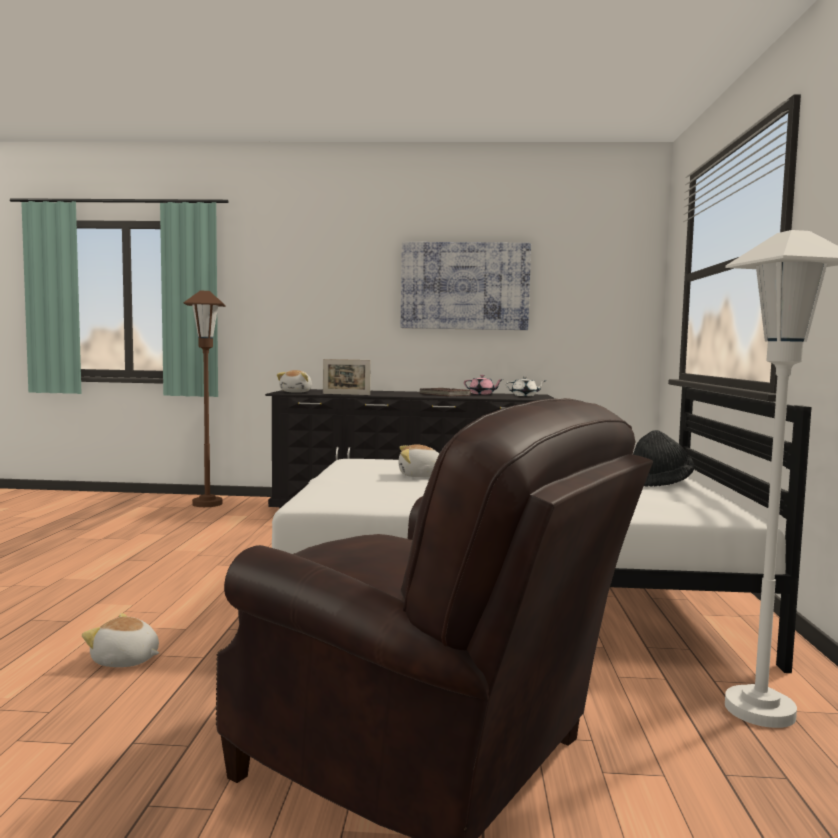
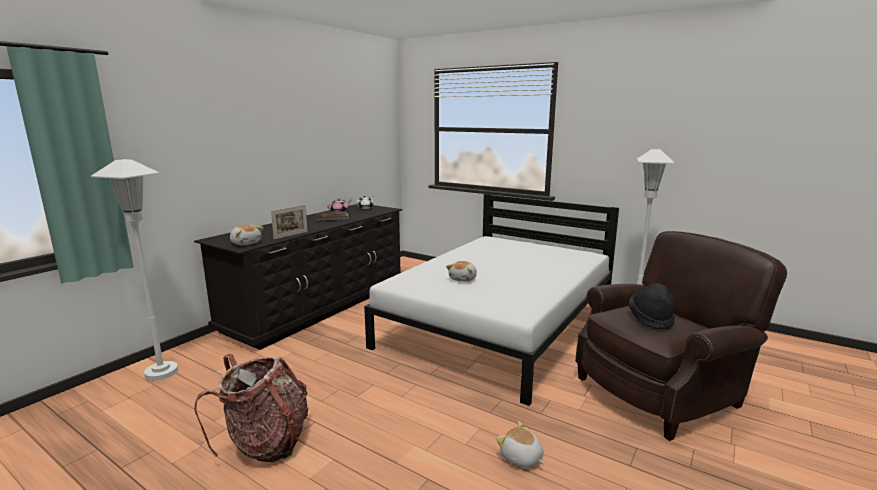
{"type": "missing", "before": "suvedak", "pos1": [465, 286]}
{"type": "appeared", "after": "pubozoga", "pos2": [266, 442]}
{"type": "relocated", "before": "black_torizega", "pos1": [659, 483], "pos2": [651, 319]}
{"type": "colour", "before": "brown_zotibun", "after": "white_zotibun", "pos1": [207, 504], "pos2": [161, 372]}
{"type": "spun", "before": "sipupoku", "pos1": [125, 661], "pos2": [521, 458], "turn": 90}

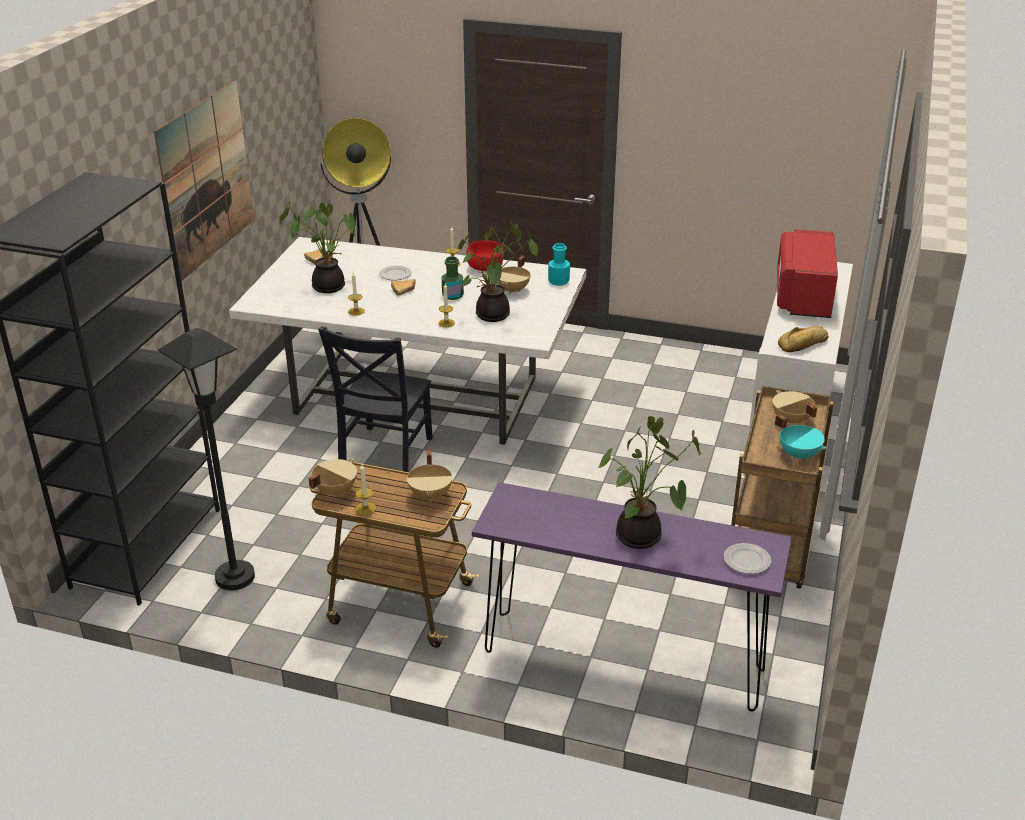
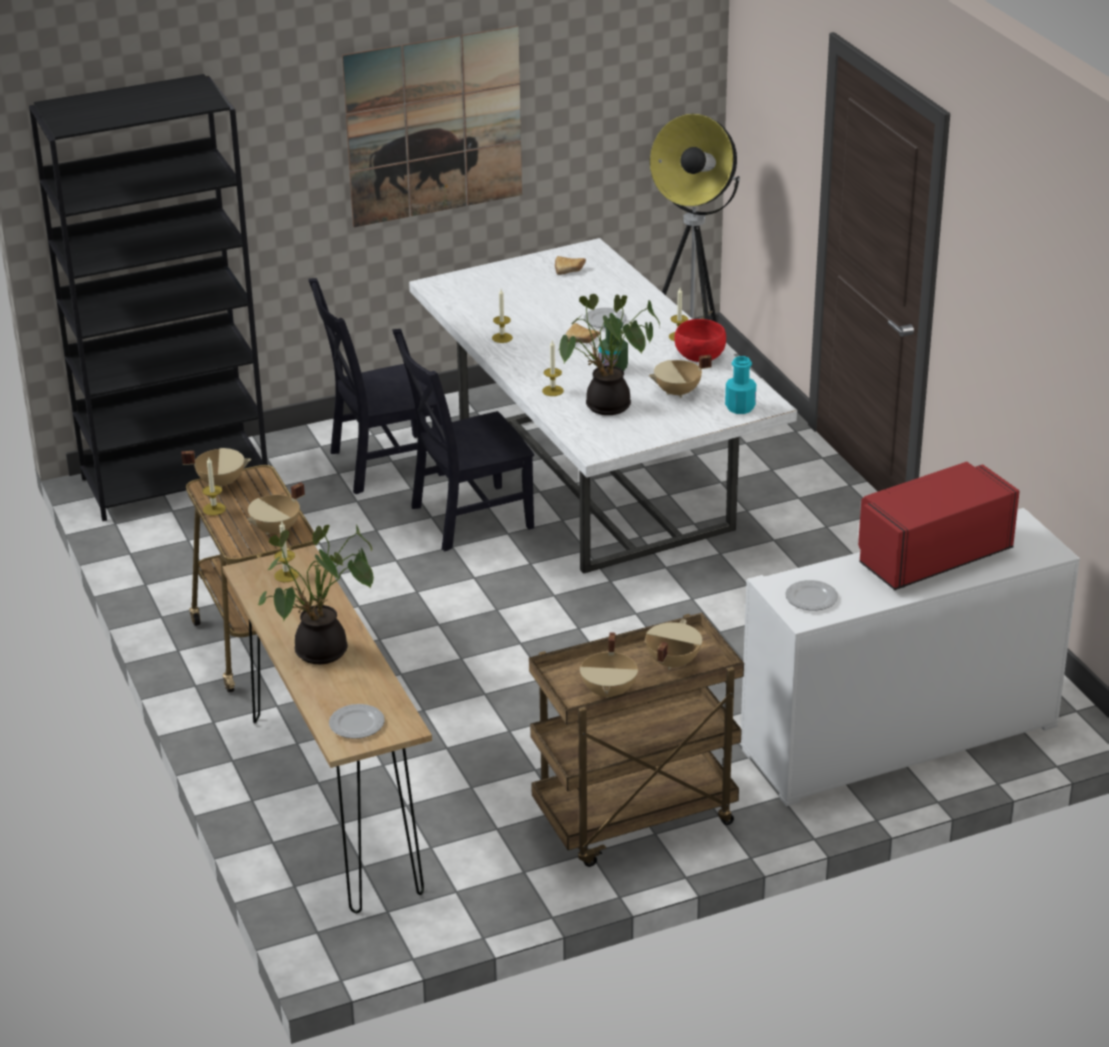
{"type": "missing", "before": "black_zotibun", "pos1": [235, 577]}
{"type": "missing", "before": "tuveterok", "pos1": [328, 285]}
{"type": "appeared", "after": "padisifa", "pos2": [286, 575]}
{"type": "appeared", "after": "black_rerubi", "pos2": [381, 464]}
{"type": "exchanged", "before": "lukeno", "after": "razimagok", "pos1": [804, 344], "pos2": [811, 598]}
{"type": "colour", "before": "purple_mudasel", "after": "brown_mudasel", "pos1": [622, 661], "pos2": [334, 803]}
{"type": "colour", "before": "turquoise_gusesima", "after": "beige_gusesima", "pos1": [799, 454], "pos2": [610, 691]}

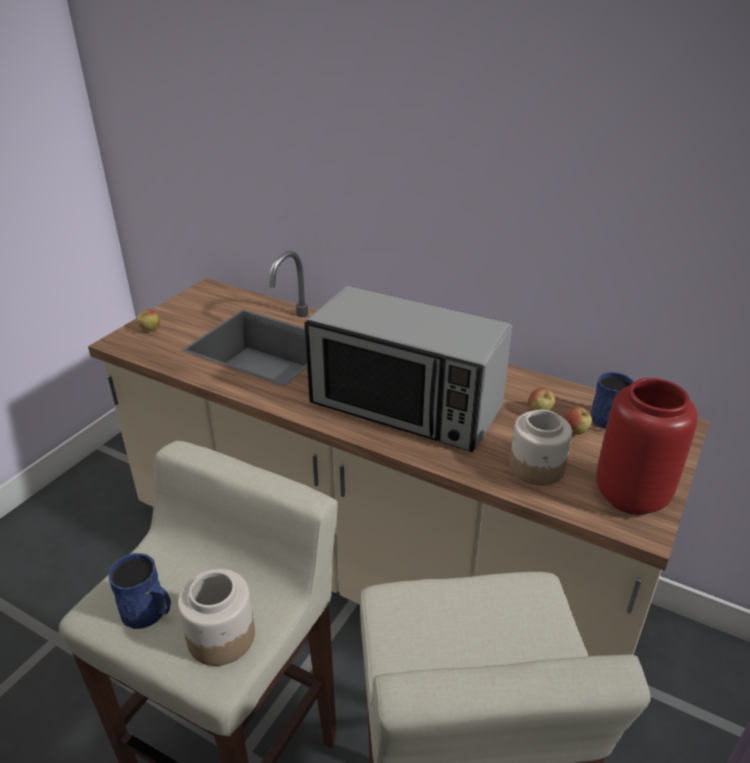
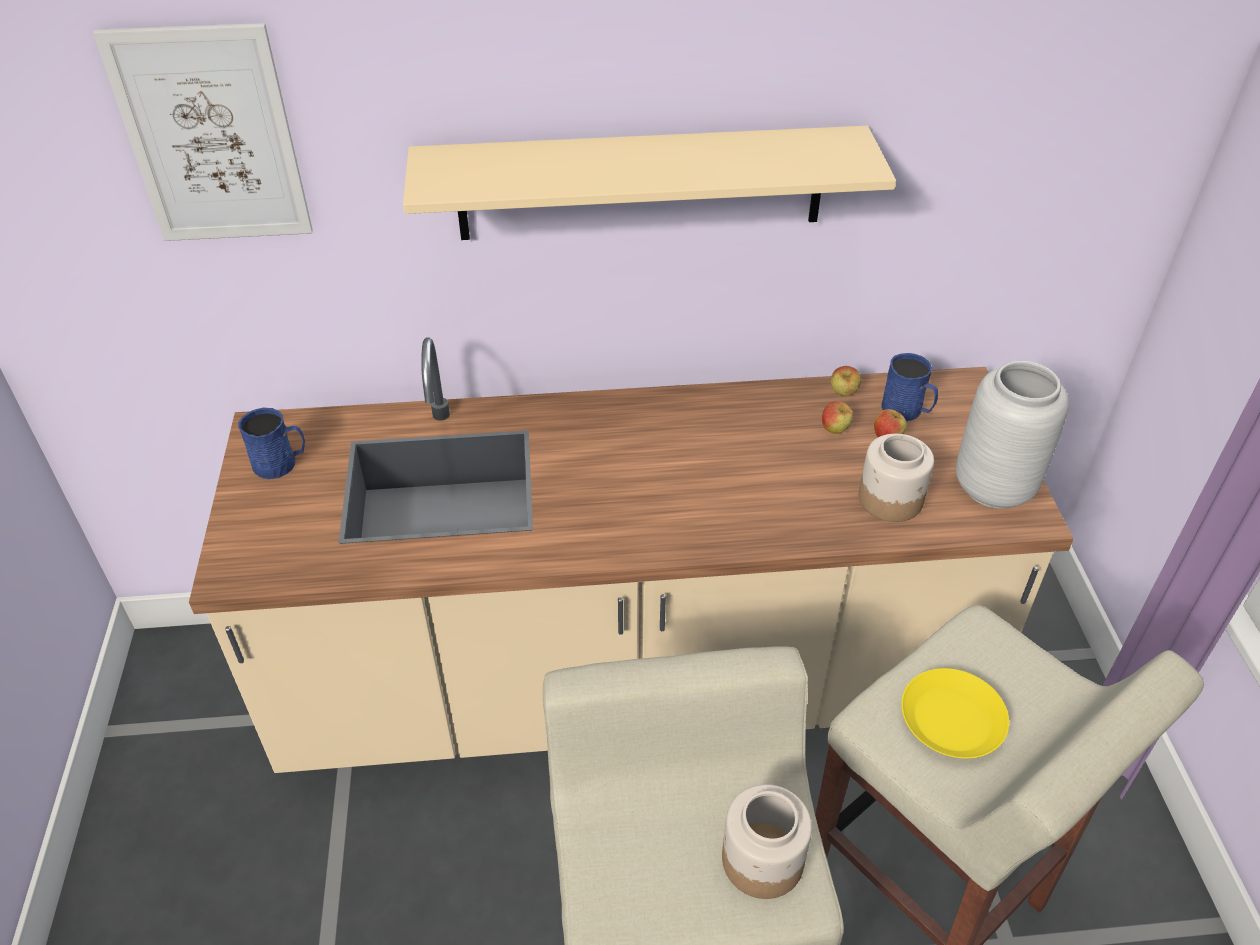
{"type": "missing", "before": "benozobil", "pos1": [405, 406]}
{"type": "appeared", "after": "suvedak", "pos2": [212, 137]}
{"type": "appeared", "after": "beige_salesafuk", "pos2": [641, 183]}
{"type": "appeared", "after": "yellow_razimagok", "pos2": [951, 718]}
{"type": "relocated", "before": "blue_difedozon", "pos1": [149, 612], "pos2": [281, 463]}
{"type": "relocated", "before": "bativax", "pos1": [150, 330], "pos2": [843, 394]}
{"type": "colour", "before": "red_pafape", "after": "grey_pafape", "pos1": [629, 495], "pos2": [991, 487]}

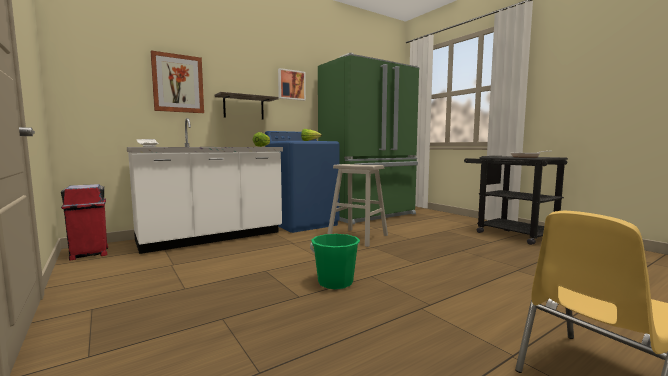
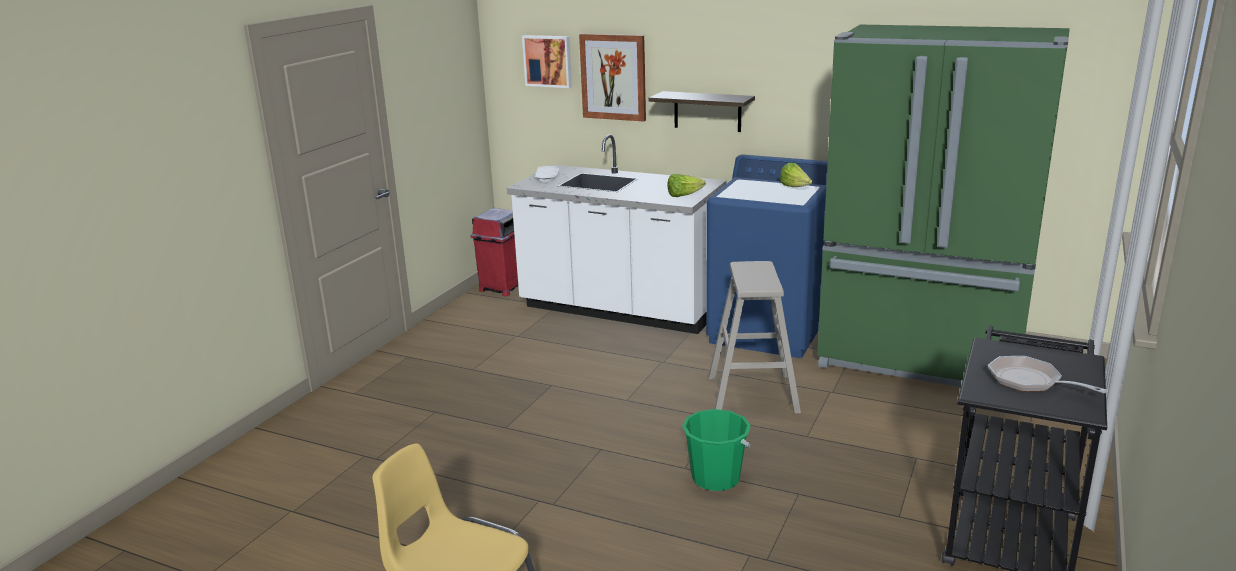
{"type": "relocated", "before": "suvedak", "pos1": [291, 85], "pos2": [548, 61]}
{"type": "relocated", "before": "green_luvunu", "pos1": [335, 282], "pos2": [716, 478]}

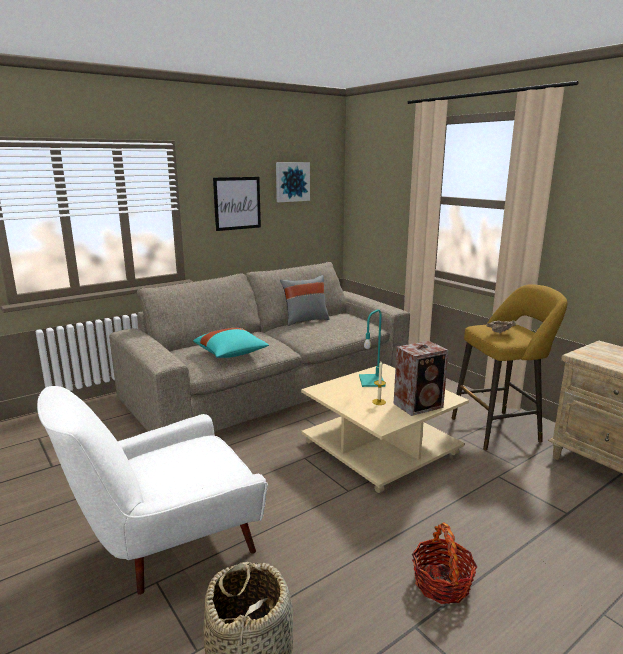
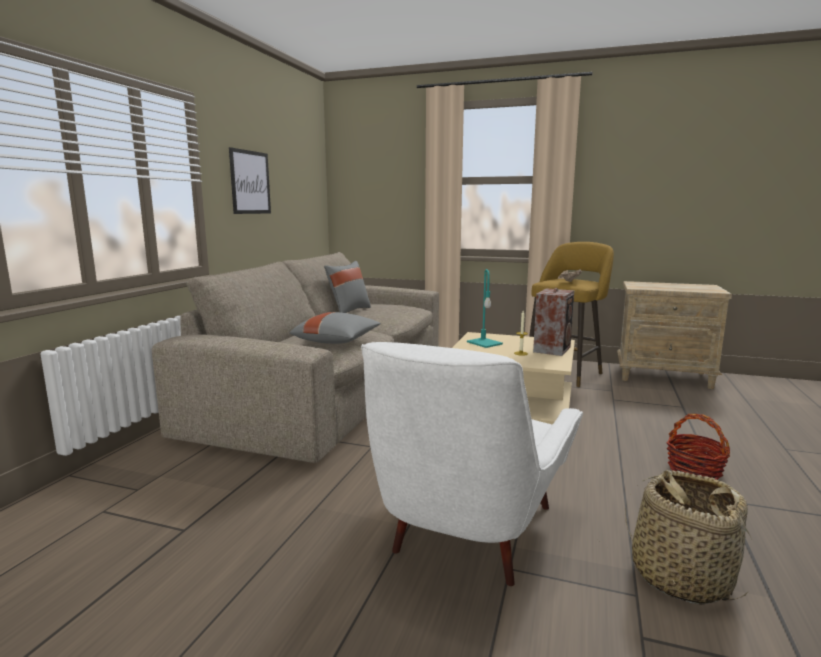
{"type": "missing", "before": "suvedak", "pos1": [292, 182]}
{"type": "colour", "before": "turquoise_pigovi", "after": "grey_pigovi", "pos1": [231, 354], "pos2": [337, 341]}

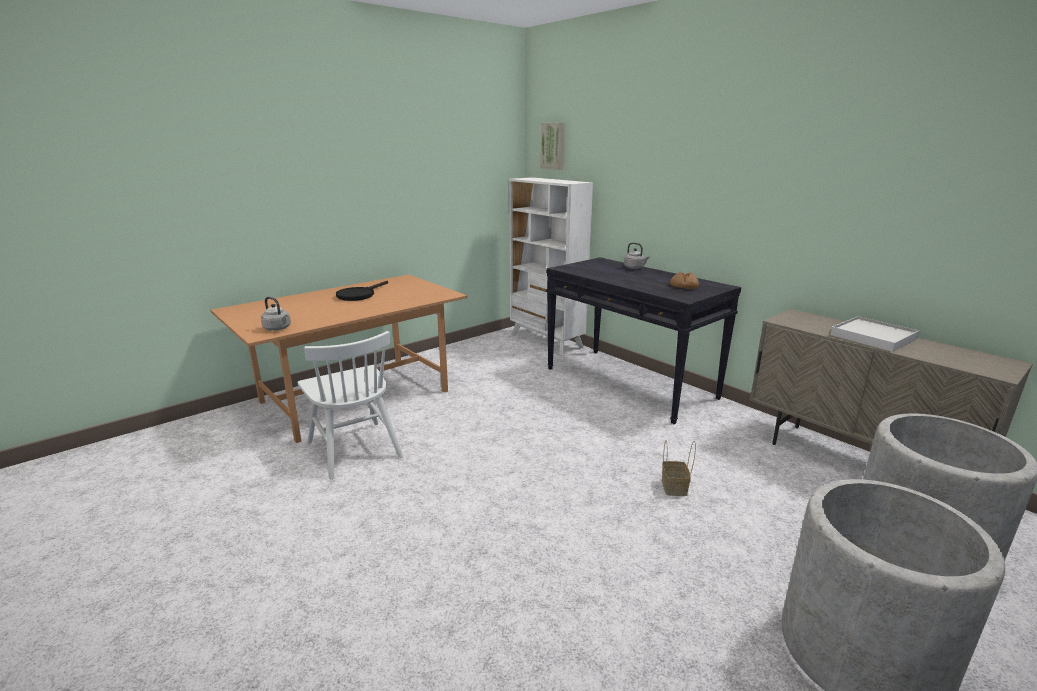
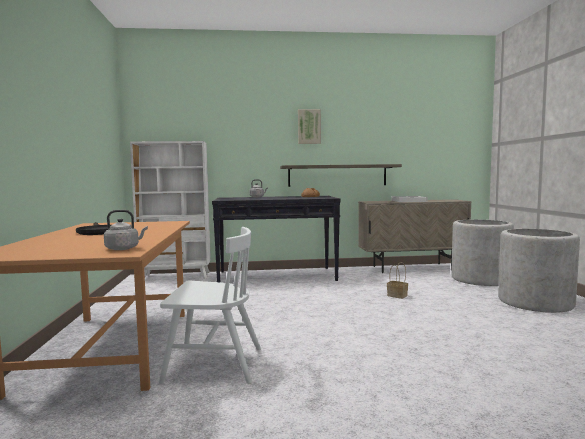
{"type": "appeared", "after": "salesafuk", "pos2": [337, 175]}
{"type": "relocated", "before": "suvedak", "pos1": [553, 146], "pos2": [309, 126]}

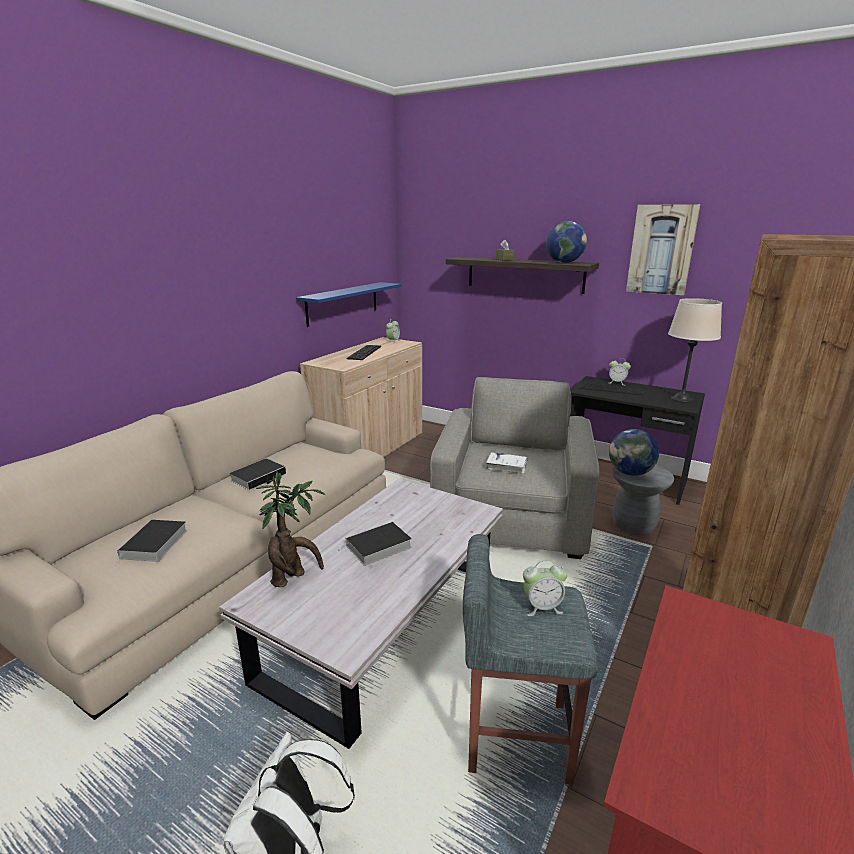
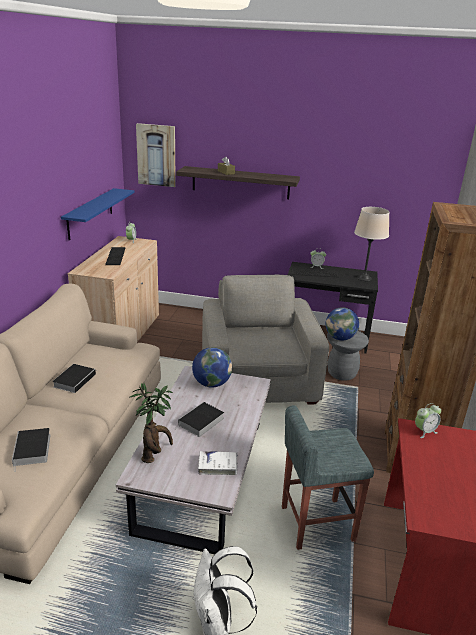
{"type": "relocated", "before": "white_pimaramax", "pos1": [506, 466], "pos2": [218, 466]}
{"type": "relocated", "before": "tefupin", "pos1": [542, 607], "pos2": [424, 431]}
{"type": "relocated", "before": "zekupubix", "pos1": [564, 262], "pos2": [211, 383]}
{"type": "relocated", "before": "suvedak", "pos1": [661, 250], "pos2": [156, 155]}

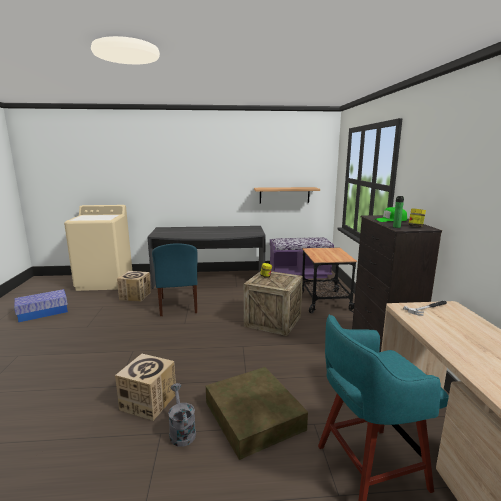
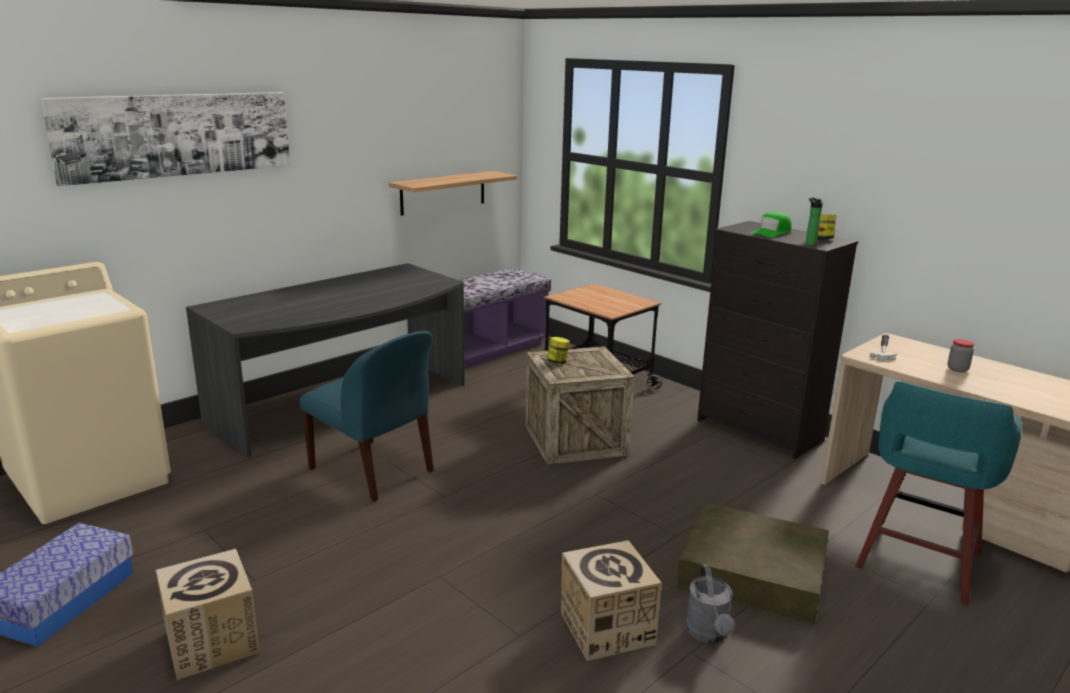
{"type": "appeared", "after": "suvedak", "pos2": [177, 135]}
{"type": "appeared", "after": "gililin", "pos2": [957, 369]}
{"type": "relocated", "before": "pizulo", "pos1": [135, 296], "pos2": [212, 642]}
{"type": "spun", "before": "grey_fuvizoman", "pos1": [181, 431], "pos2": [709, 634], "turn": -120}

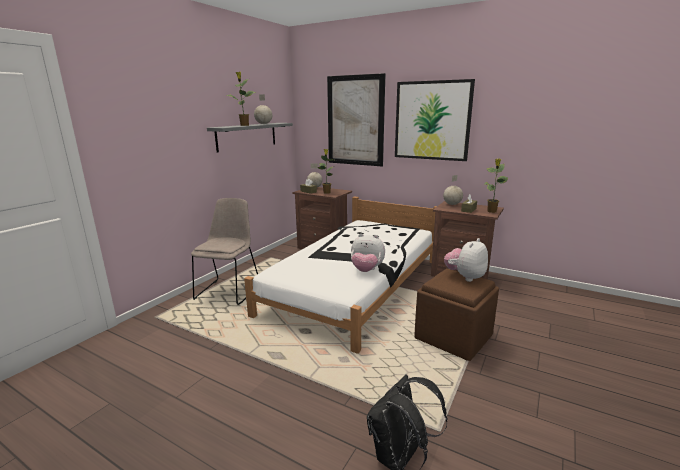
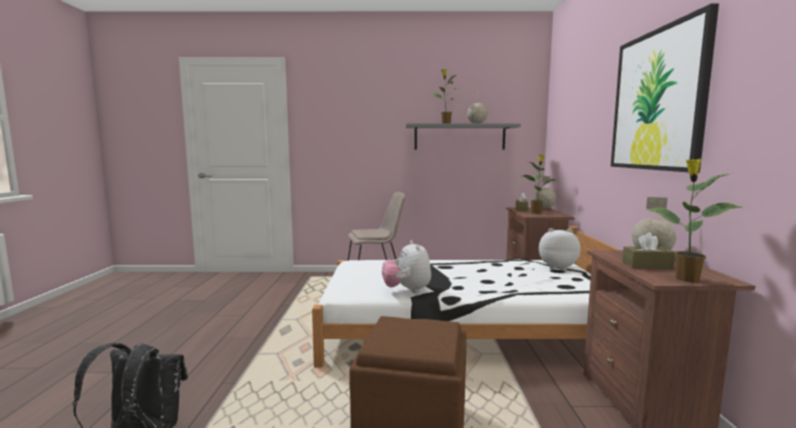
{"type": "missing", "before": "suvedak", "pos1": [355, 121]}
{"type": "relocated", "before": "sipupoku", "pos1": [465, 277], "pos2": [556, 267]}

